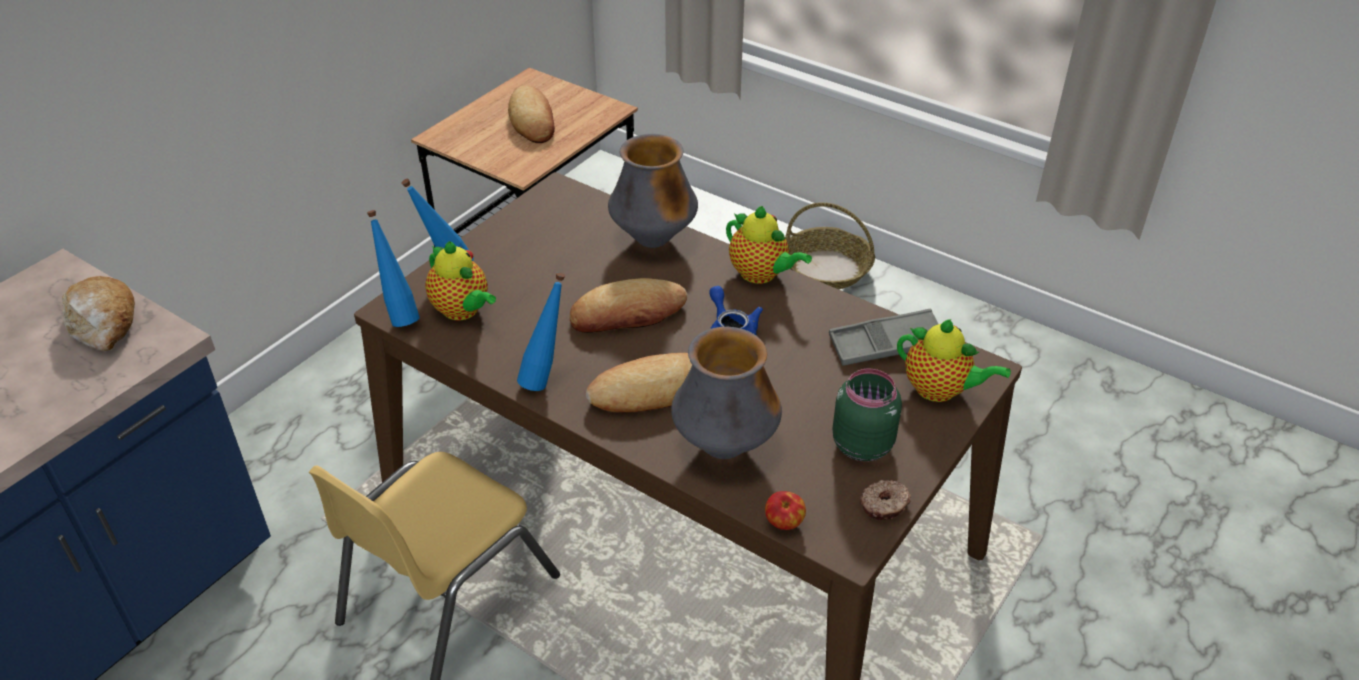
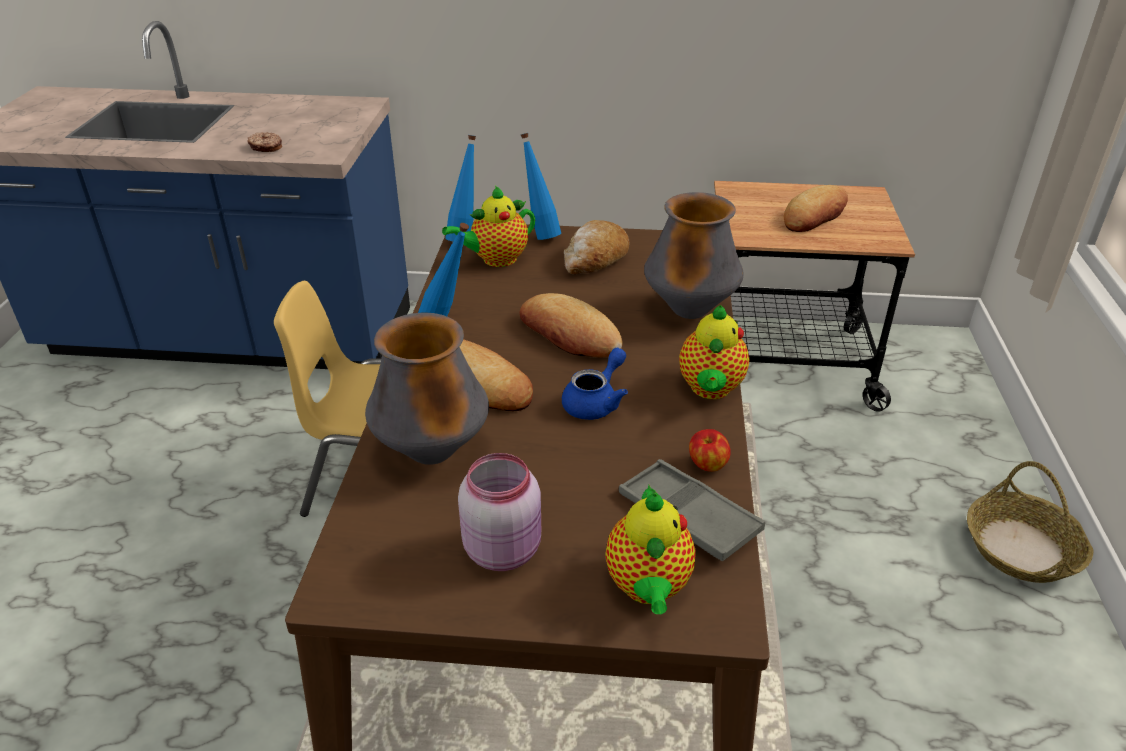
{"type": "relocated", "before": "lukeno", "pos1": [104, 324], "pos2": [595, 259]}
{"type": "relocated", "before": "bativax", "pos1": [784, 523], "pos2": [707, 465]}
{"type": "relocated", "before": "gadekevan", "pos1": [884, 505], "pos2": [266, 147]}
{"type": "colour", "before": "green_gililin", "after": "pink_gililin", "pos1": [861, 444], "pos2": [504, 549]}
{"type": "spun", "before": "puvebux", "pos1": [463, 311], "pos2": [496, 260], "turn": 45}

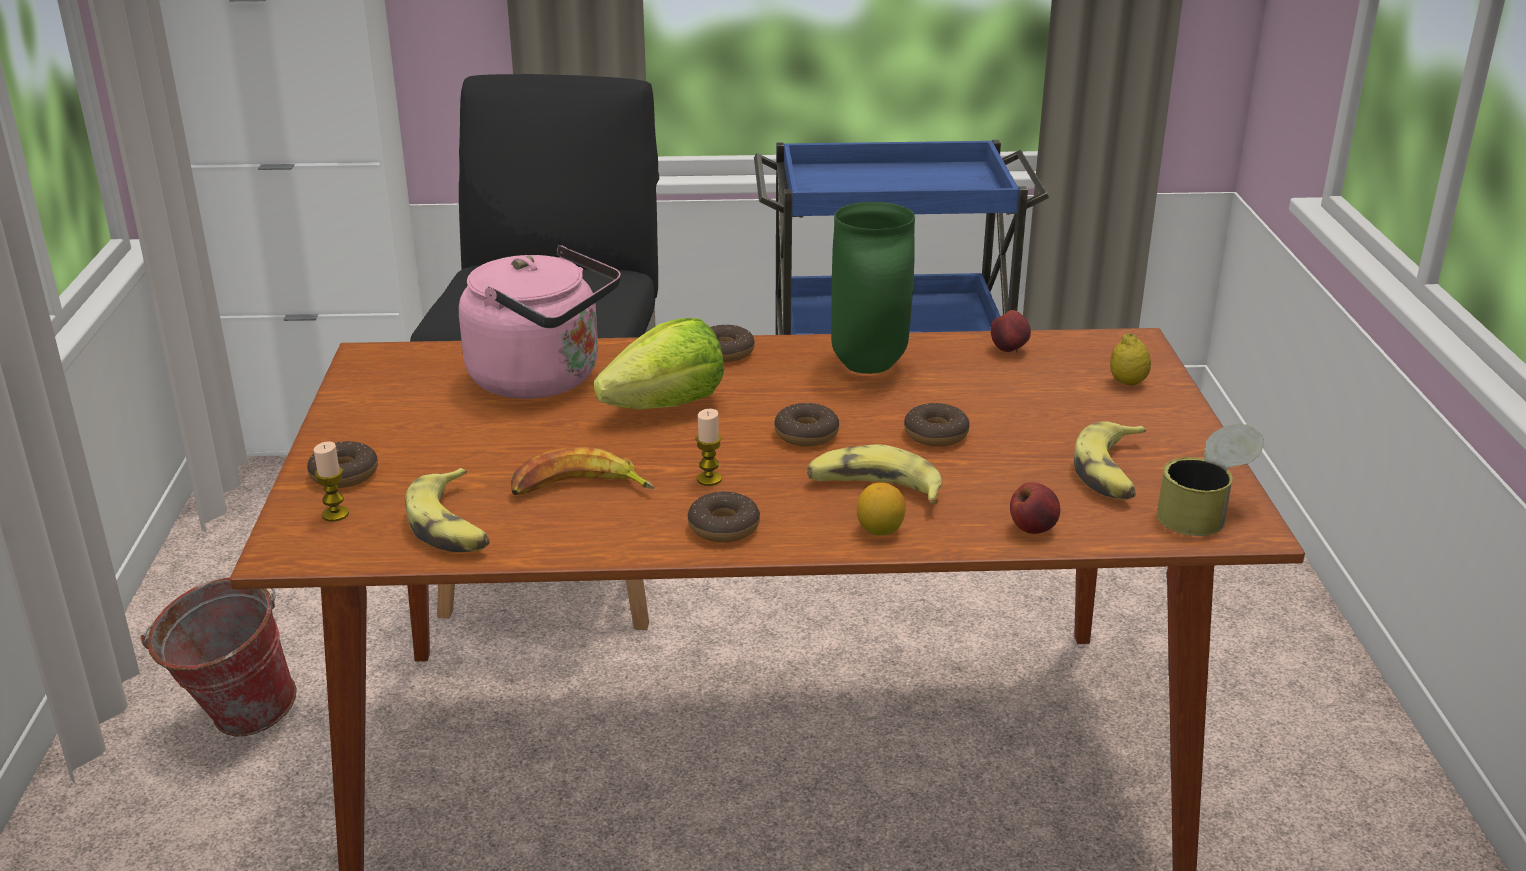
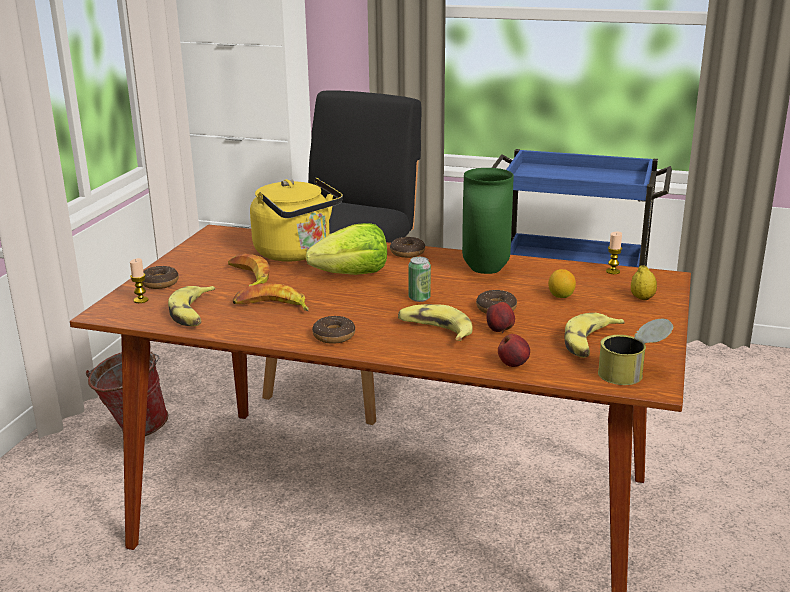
{"type": "appeared", "after": "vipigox", "pos2": [247, 277]}
{"type": "relocated", "before": "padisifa", "pos1": [709, 479], "pos2": [612, 271]}
{"type": "relocated", "before": "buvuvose", "pos1": [880, 530], "pos2": [561, 296]}
{"type": "relocated", "before": "bativax", "pos1": [1010, 350], "pos2": [500, 331]}
{"type": "exchanged", "before": "gadekevan", "after": "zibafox", "pos1": [806, 434], "pos2": [419, 298]}
{"type": "colour", "before": "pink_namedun", "after": "yellow_namedun", "pos1": [543, 379], "pos2": [296, 253]}

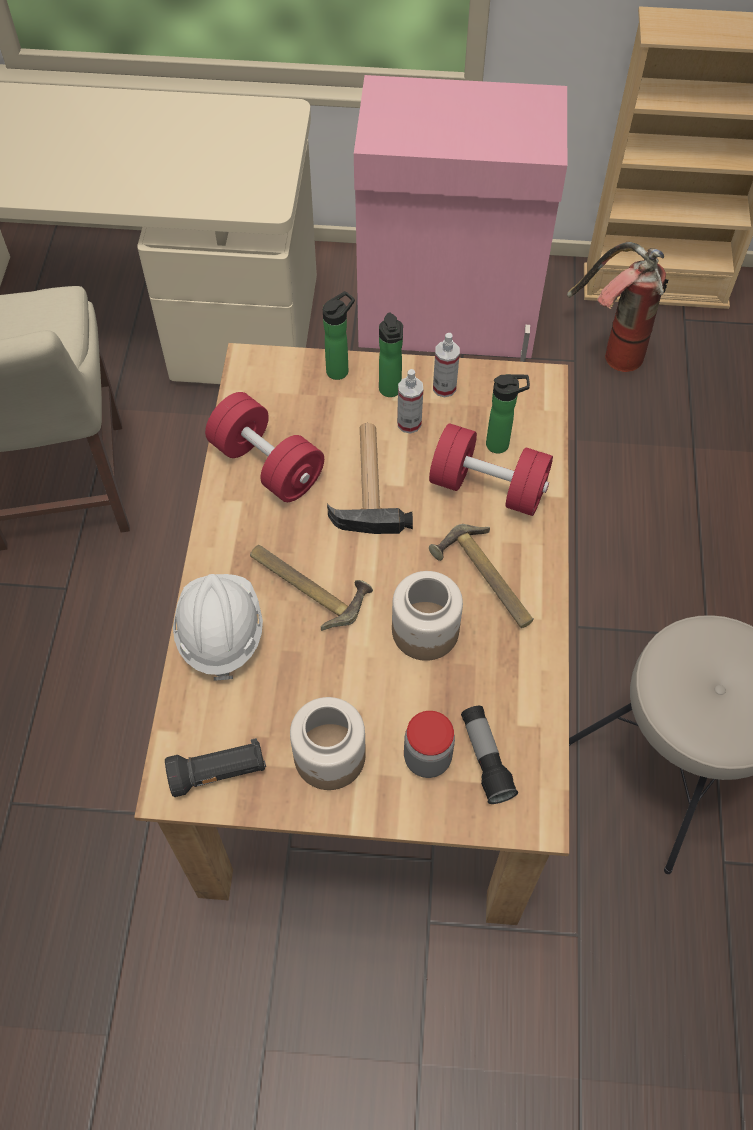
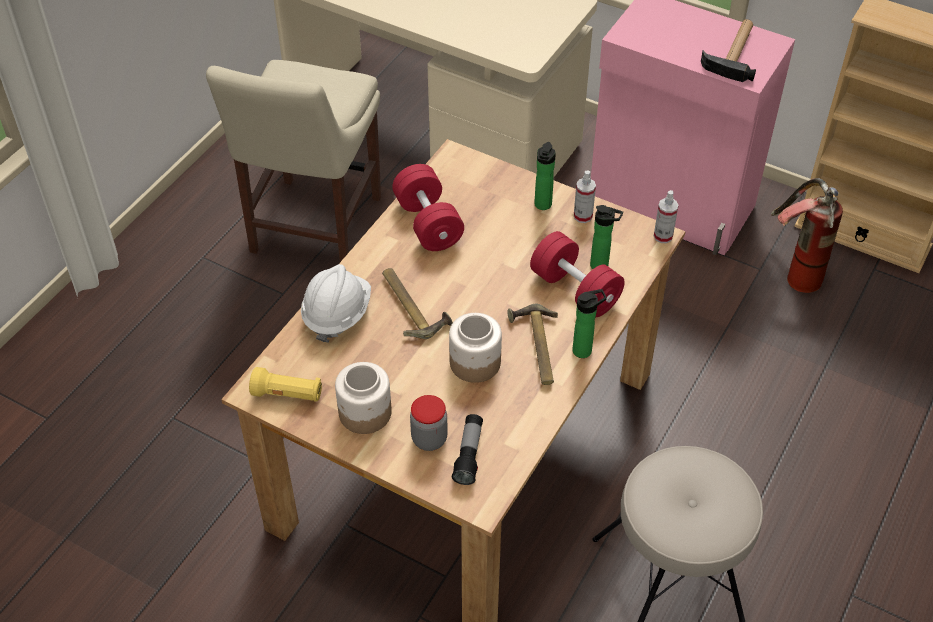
{"type": "relocated", "before": "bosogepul", "pos1": [340, 369], "pos2": [585, 350]}
{"type": "relocated", "before": "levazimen", "pos1": [368, 482], "pos2": [734, 52]}
{"type": "relocated", "before": "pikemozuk", "pos1": [409, 423], "pos2": [663, 236]}
{"type": "colour", "before": "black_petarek", "after": "yellow_petarek", "pos1": [219, 773], "pos2": [288, 394]}

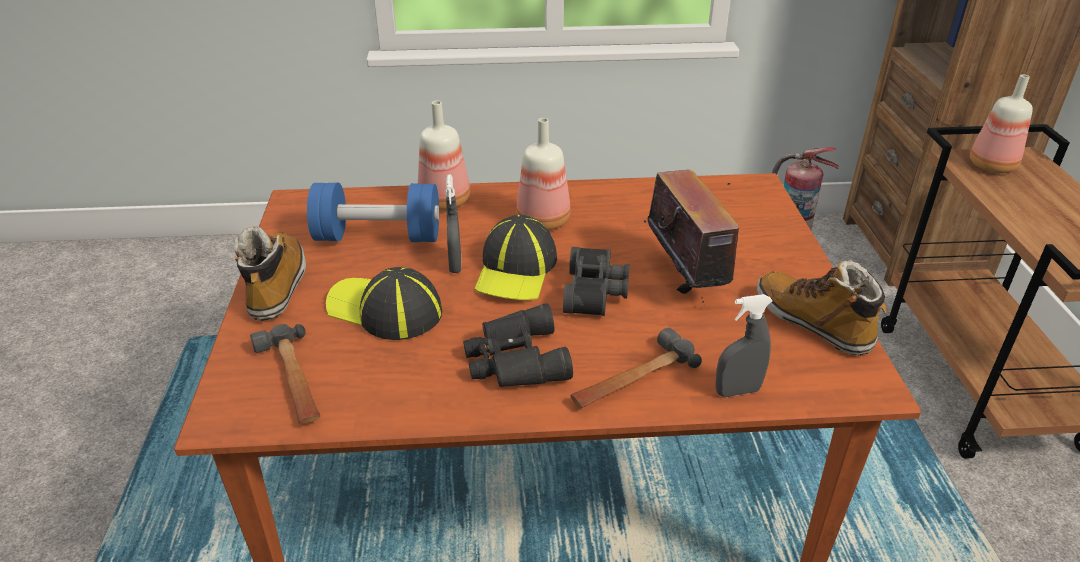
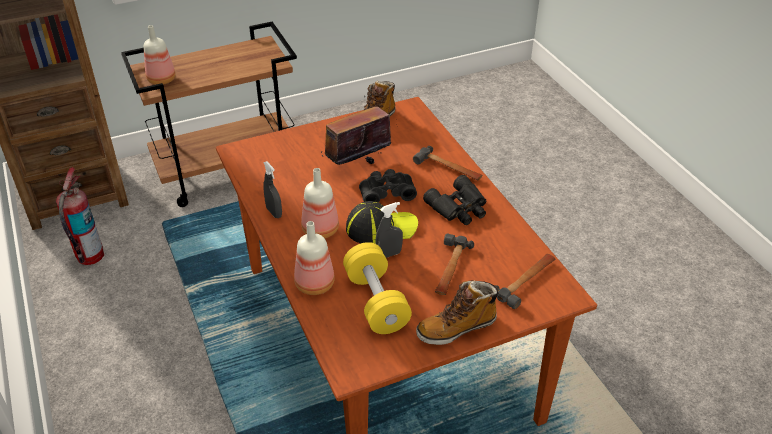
{"type": "relocated", "before": "grey_pikemozuk", "pos1": [737, 391], "pos2": [274, 212]}
{"type": "exchanged", "before": "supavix", "after": "levazimen", "pos1": [385, 310], "pos2": [449, 268]}
{"type": "colour", "before": "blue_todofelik", "after": "yellow_todofelik", "pos1": [378, 237], "pos2": [376, 302]}

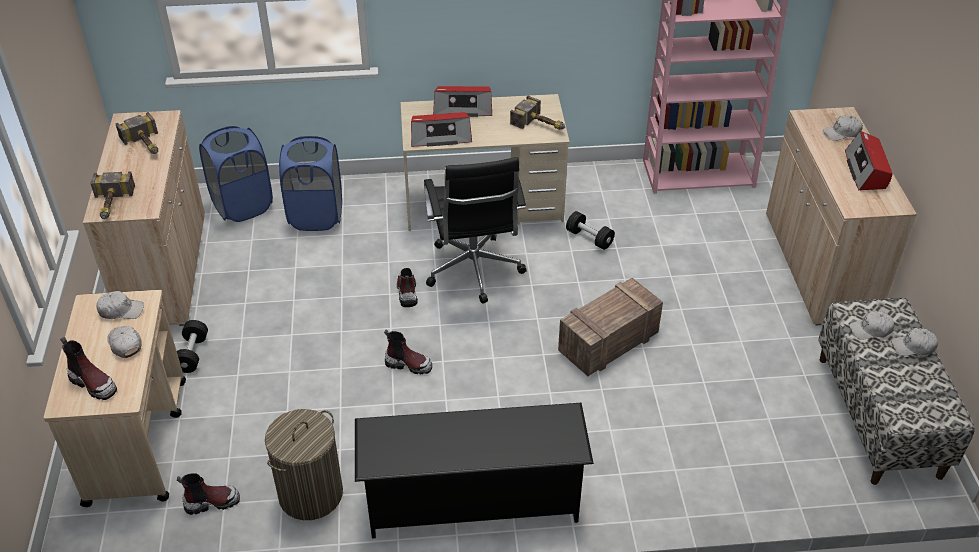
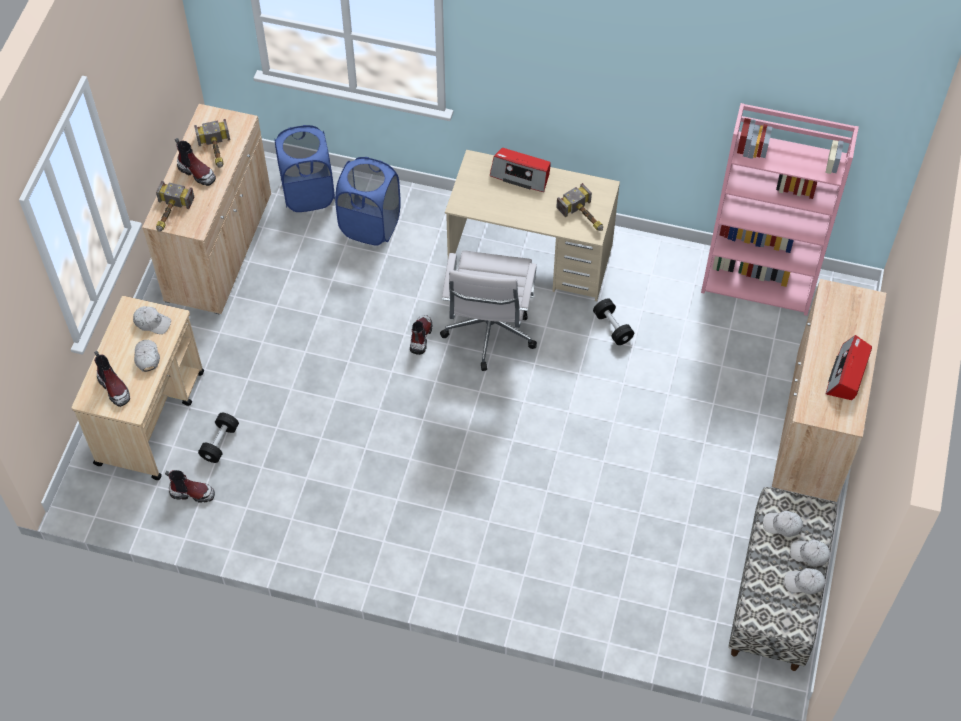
{"type": "missing", "before": "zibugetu", "pos1": [310, 494]}
{"type": "missing", "before": "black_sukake", "pos1": [472, 501]}
{"type": "missing", "before": "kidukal", "pos1": [440, 136]}
{"type": "missing", "before": "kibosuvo", "pos1": [607, 343]}
{"type": "relocated", "before": "black_todofelik", "pos1": [192, 354], "pos2": [220, 443]}
{"type": "relocated", "before": "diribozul", "pos1": [408, 364], "pos2": [197, 172]}
{"type": "relocated", "before": "white_supavix", "pos1": [842, 133], "pos2": [804, 583]}
{"type": "colour", "before": "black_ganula", "after": "white_ganula", "pos1": [474, 272], "pos2": [489, 334]}

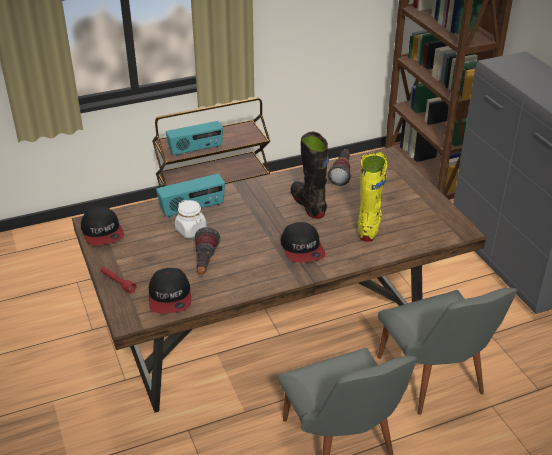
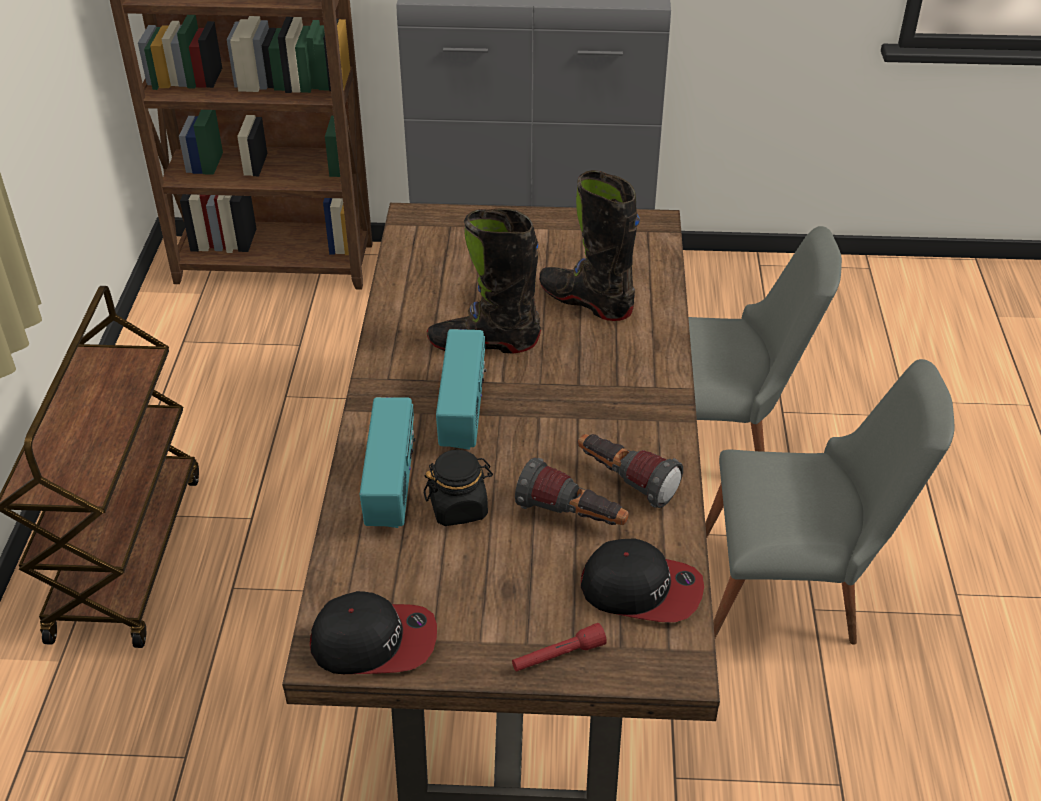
{"type": "missing", "before": "supavix", "pos1": [302, 249]}
{"type": "relocated", "before": "kidukal", "pos1": [196, 150], "pos2": [463, 413]}
{"type": "relocated", "before": "petarek", "pos1": [341, 174], "pos2": [625, 481]}
{"type": "colour", "before": "white_gililin", "after": "black_gililin", "pos1": [191, 230], "pos2": [459, 507]}
{"type": "colour", "before": "yellow_diribozul", "after": "black_diribozul", "pos1": [369, 226], "pos2": [586, 301]}

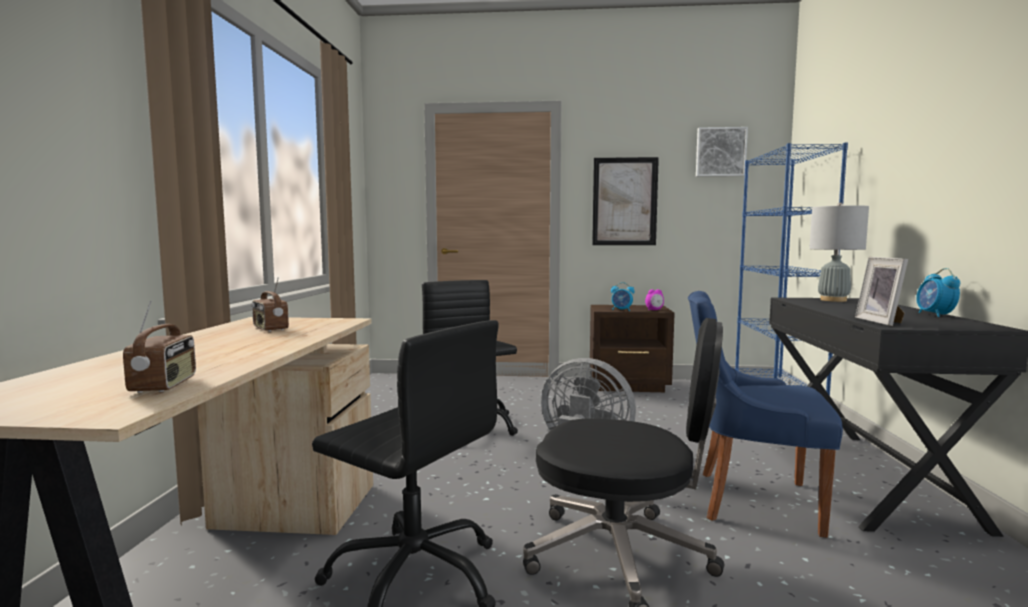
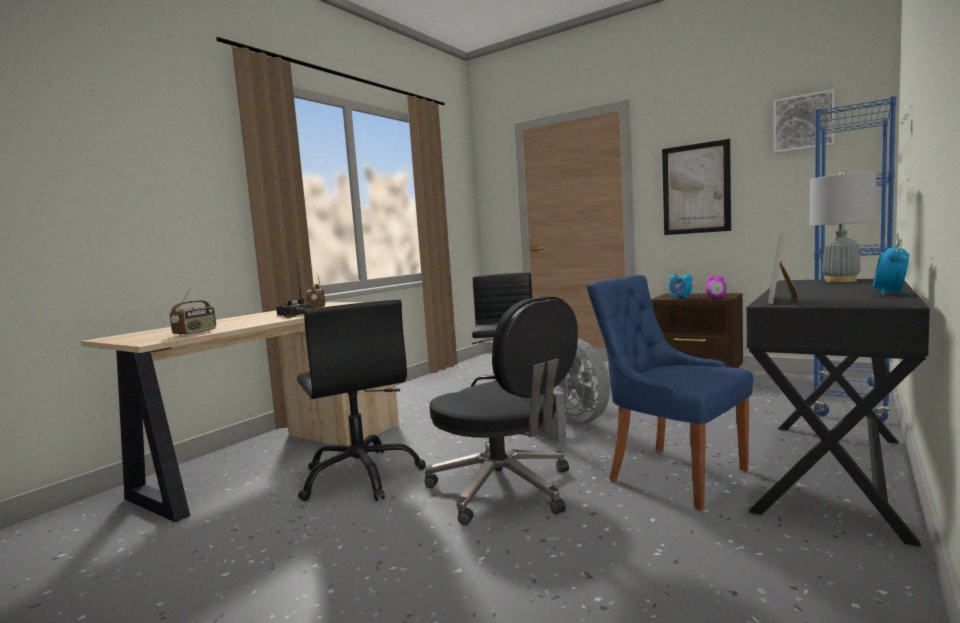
{"type": "appeared", "after": "kidukal", "pos2": [293, 315]}

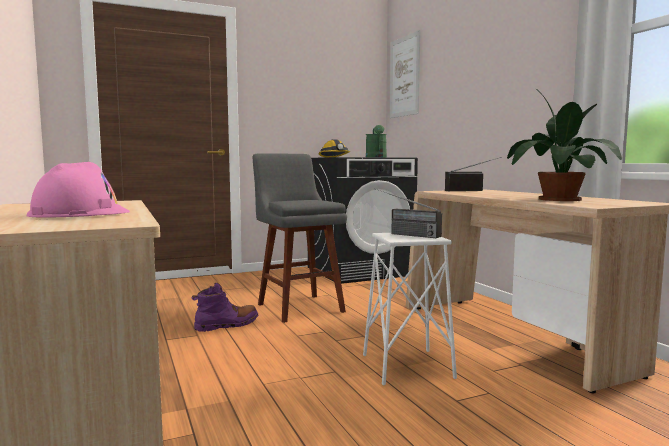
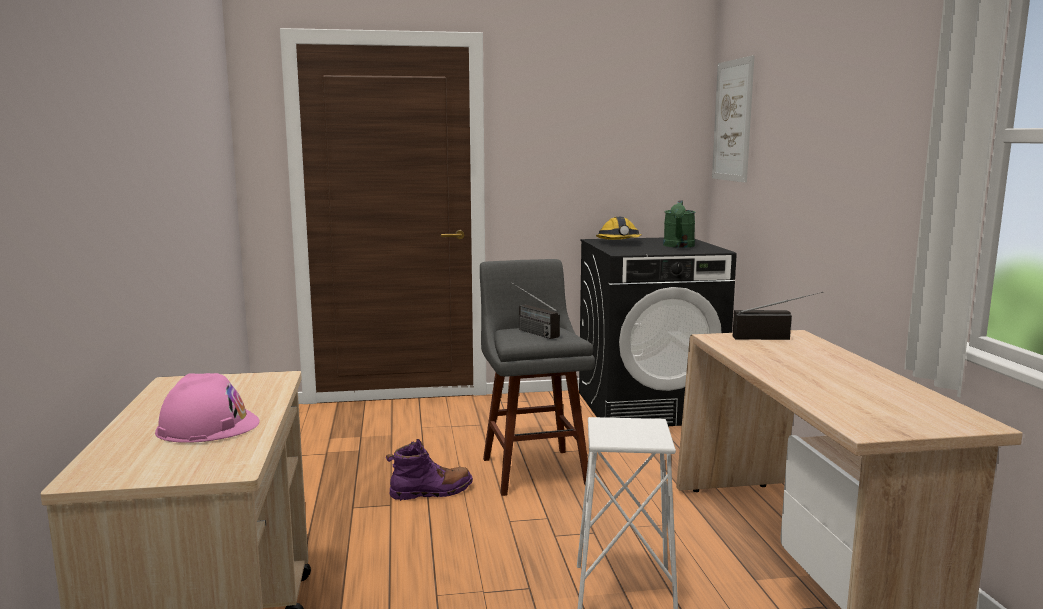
{"type": "missing", "before": "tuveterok", "pos1": [555, 199]}
{"type": "relocated", "before": "kidukal", "pos1": [403, 234], "pos2": [529, 331]}

